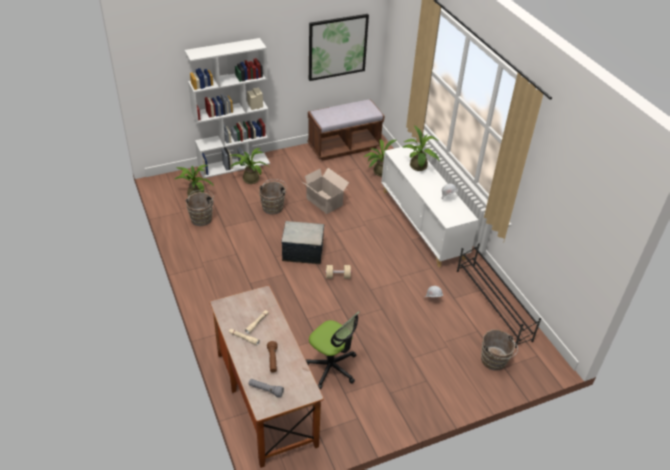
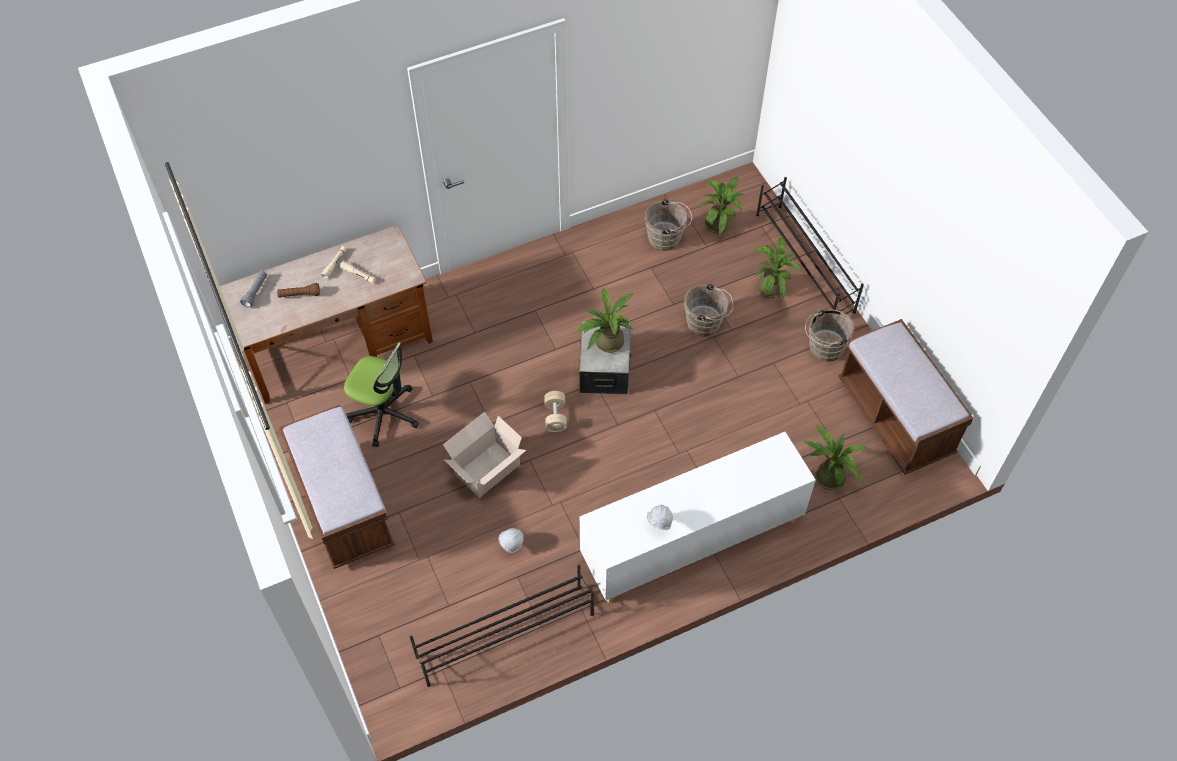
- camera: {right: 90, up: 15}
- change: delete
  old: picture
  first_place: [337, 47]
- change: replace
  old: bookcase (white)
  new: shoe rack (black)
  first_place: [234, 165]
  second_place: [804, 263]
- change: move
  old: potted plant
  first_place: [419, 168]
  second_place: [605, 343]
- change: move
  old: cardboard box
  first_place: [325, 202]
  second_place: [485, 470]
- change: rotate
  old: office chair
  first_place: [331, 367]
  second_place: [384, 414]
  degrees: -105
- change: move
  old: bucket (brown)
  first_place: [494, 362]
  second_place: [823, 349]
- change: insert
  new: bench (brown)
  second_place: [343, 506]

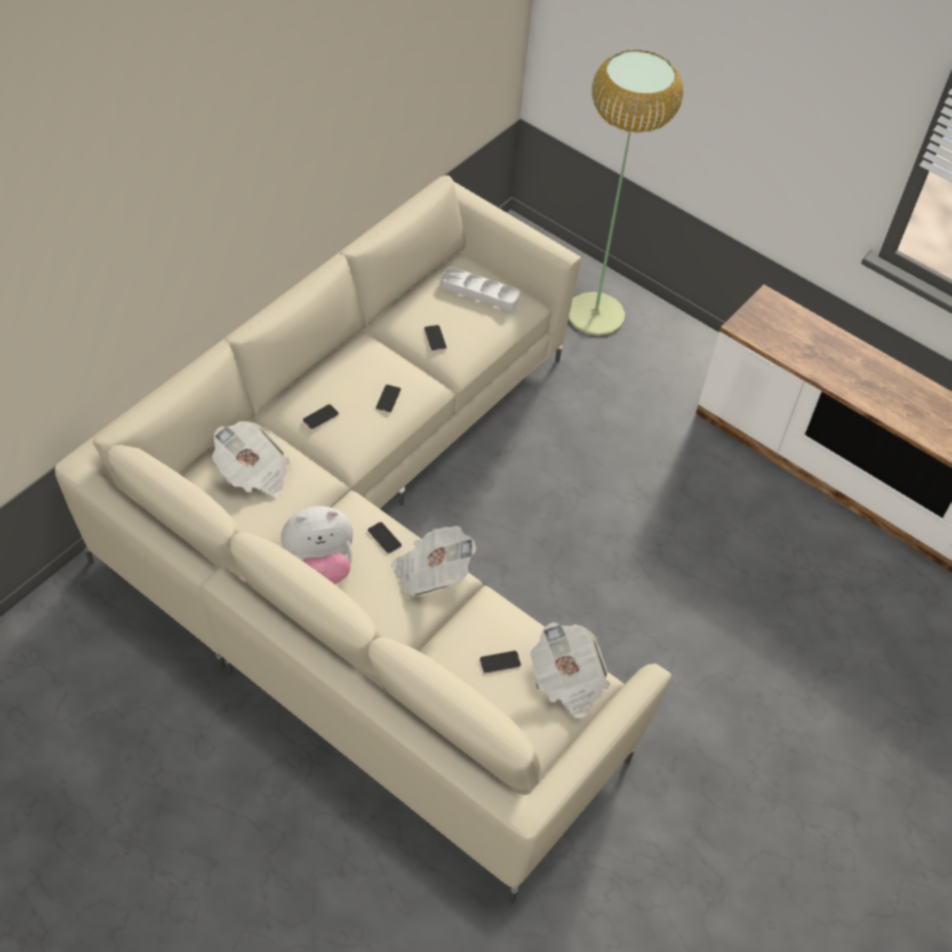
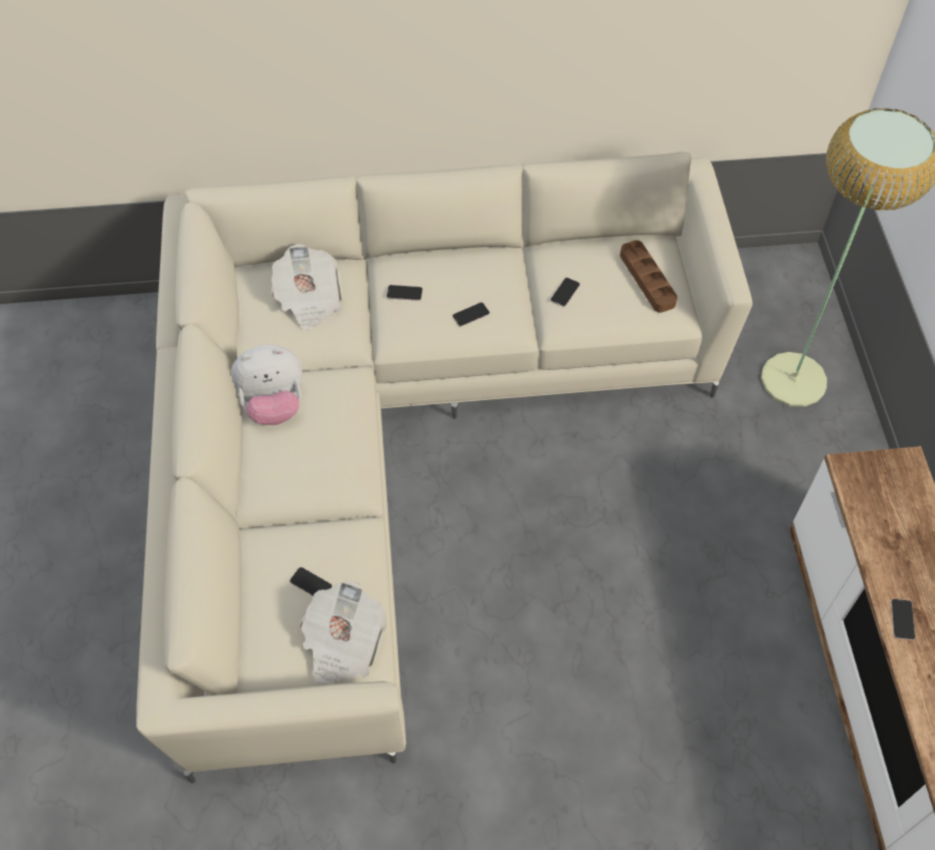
- camera: {right: 50, up: 5}
- change: recolor
  old: tray (white)
  new: tray (brown)
  first_place: [479, 292]
  second_place: [647, 279]
- change: rotate
  old: plush toy
  first_place: [320, 566]
  second_place: [273, 404]
  degrees: -45
- change: move
  old: phone
  first_place: [384, 538]
  second_place: [902, 619]
- change: delete
  old: newspaper
  first_place: [431, 573]

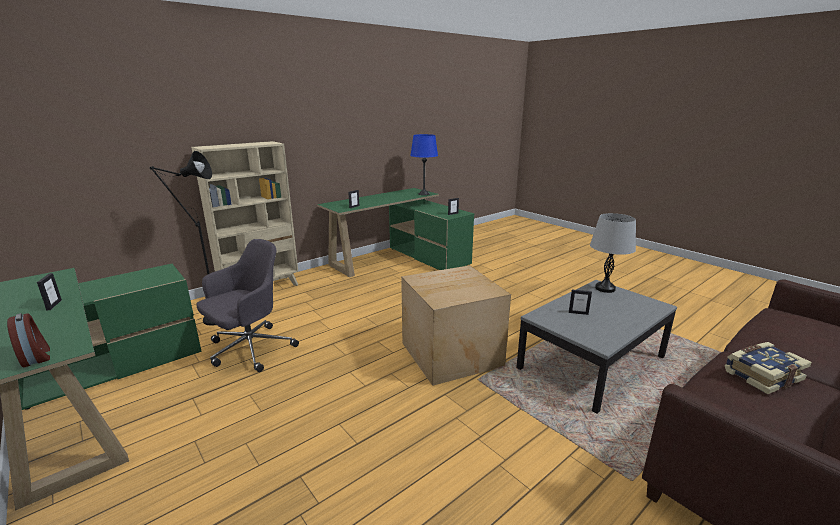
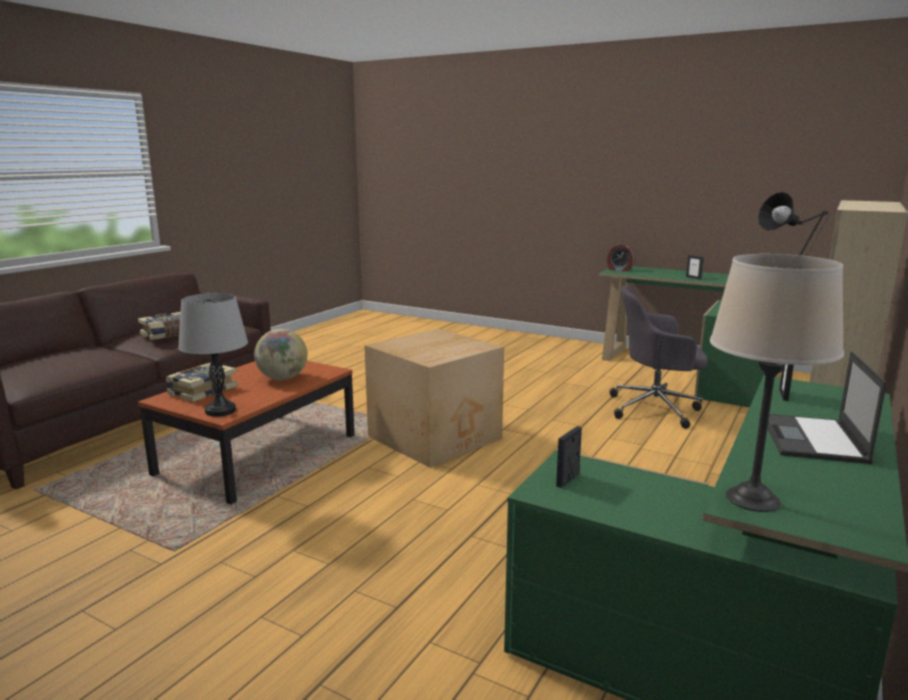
- camera: {right: 160, up: -5}
- change: recolor
  old: table lamp (blue)
  new: table lamp (beige)
  first_place: [424, 194]
  second_place: [752, 499]
- change: rotate
  old: office chair (grey)
  first_place: [249, 349]
  second_place: [656, 408]
  degrees: 75
- change: recolor
  old: coffee table (grey)
  new: coffee table (brown)
  first_place: [592, 363]
  second_place: [258, 454]
- change: replace
  old: picture frame
  new: globe
  first_place: [578, 313]
  second_place: [282, 378]
- change: insert
  new: laptop
  second_place: [813, 439]
- change: insert
  new: book
  second_place: [202, 391]

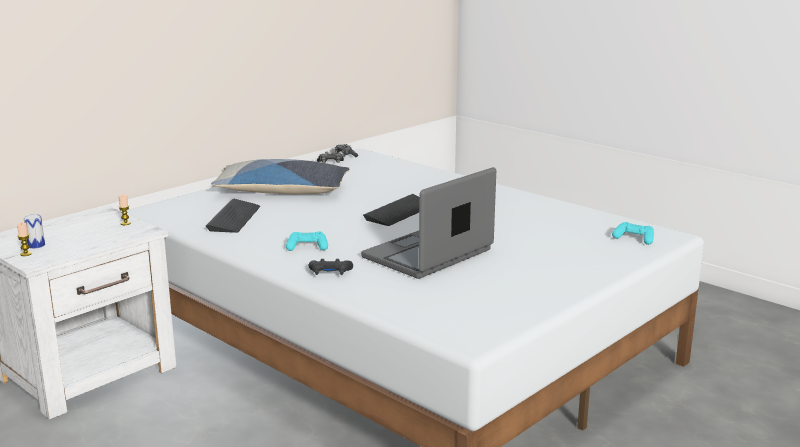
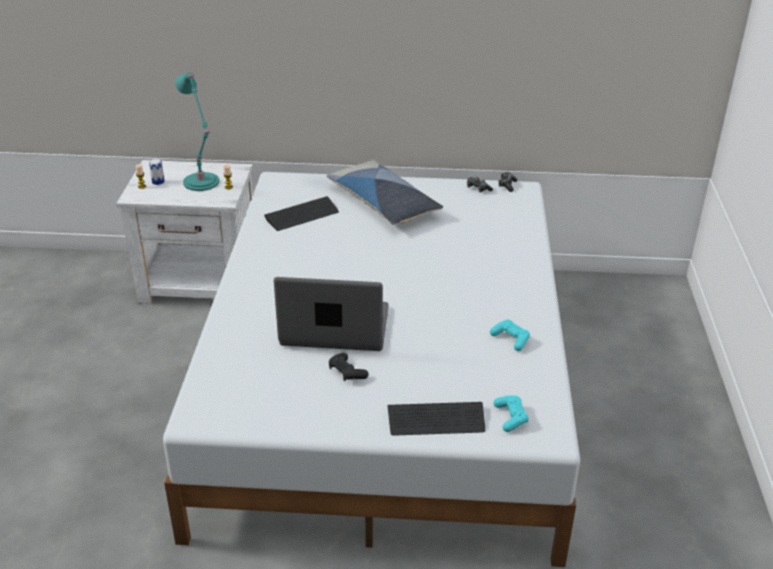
- camera: {right: 50, up: 15}
- change: move
  old: keyboard
  first_place: [399, 212]
  second_place: [436, 420]
- change: move
  old: game controller (turquoise)
  first_place: [307, 247]
  second_place: [510, 339]
- change: move
  old: game controller (black)
  first_place: [330, 273]
  second_place: [347, 372]
- change: insert
  new: table lamp (turquoise)
  second_place: [202, 183]

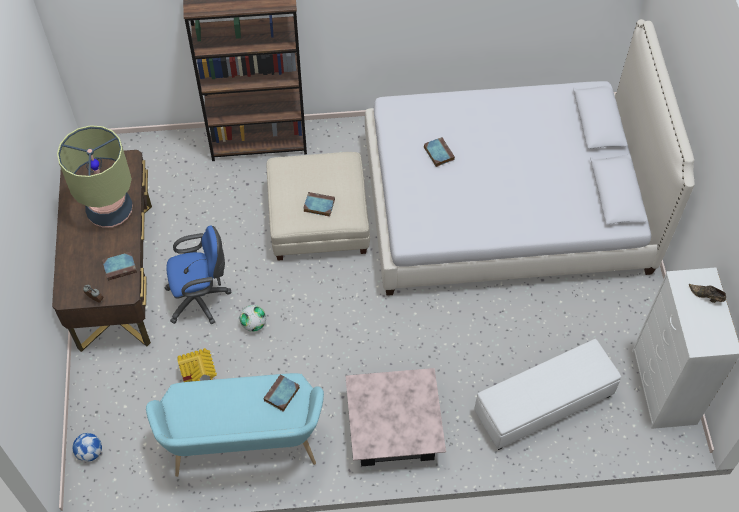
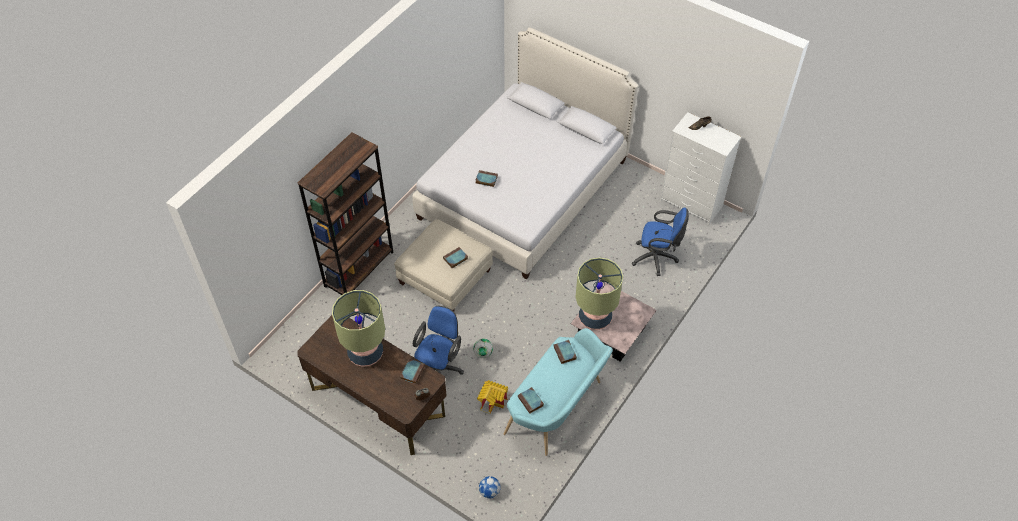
- camera: {right: -50, up: -5}
- change: replace
  old: ottoman (white)
  new: office chair (blue)
  first_place: [544, 405]
  second_place: [657, 258]
- change: insert
  new: table lamp
  second_place: [595, 318]
- change: insert
  new: book
  second_place: [531, 402]

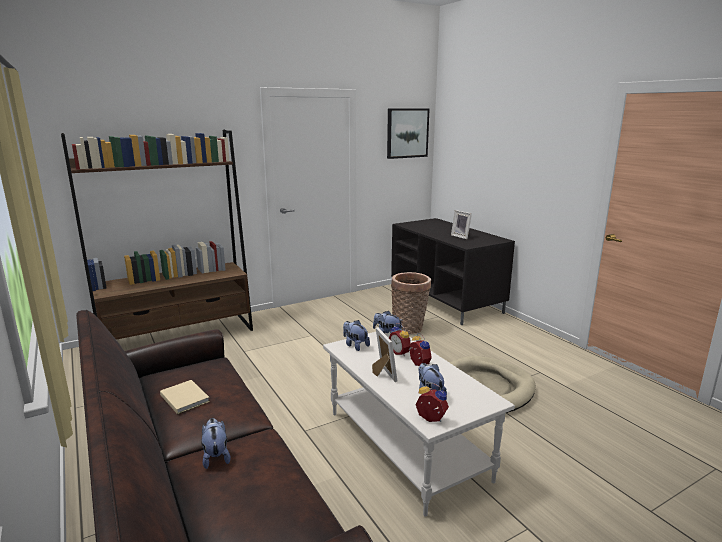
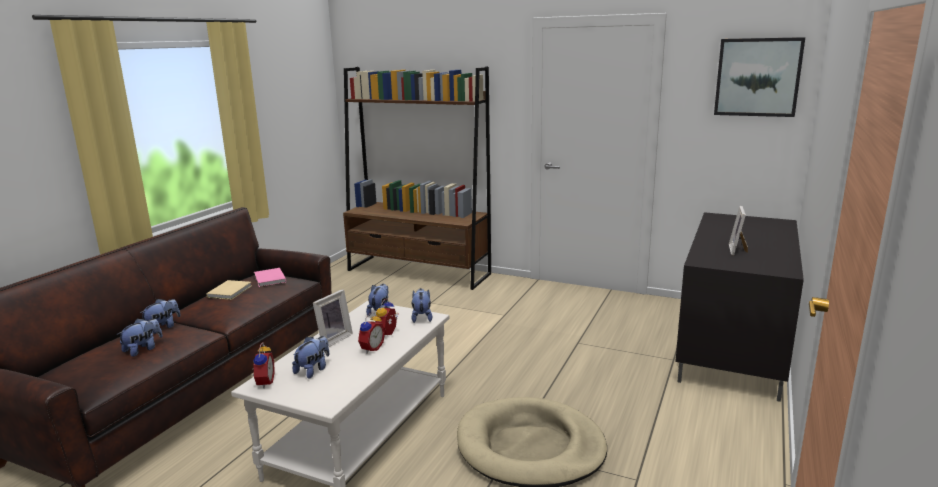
- camera: {right: 55, up: 0}
- change: delete
  old: basket
  first_place: [409, 328]
- change: insert
  new: book (pink)
  second_place: [269, 279]
- change: insert
  new: plush toy
  second_place: [143, 349]

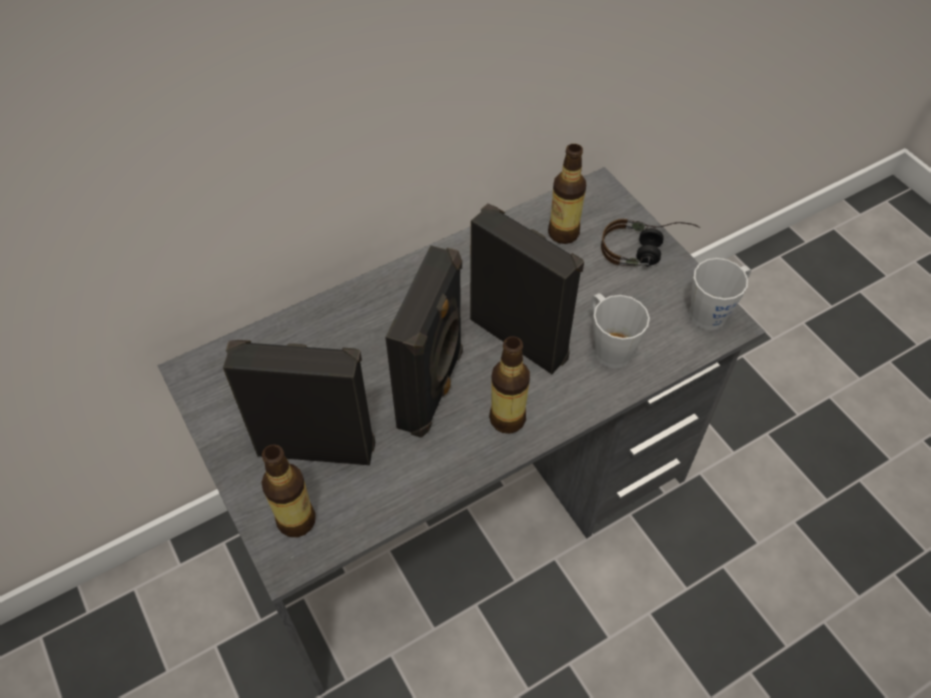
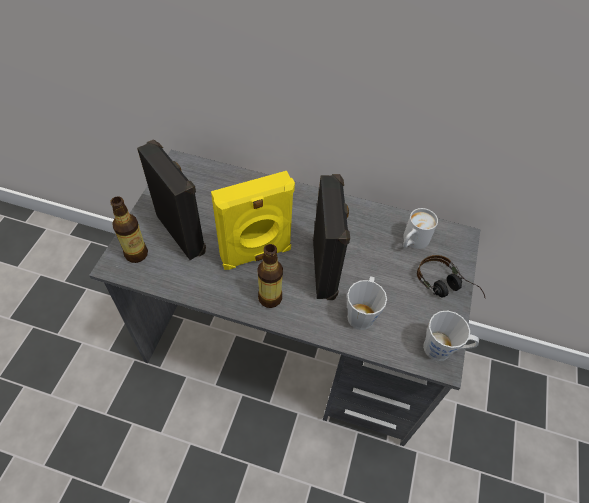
- camera: {right: 45, up: 0}
- change: replace
  old: bottle
  new: mug (white)
  first_place: [563, 233]
  second_place: [412, 241]
- change: recolor
  old: speaker (black)
  new: speaker (yellow)
  first_place: [433, 389]
  second_place: [256, 255]

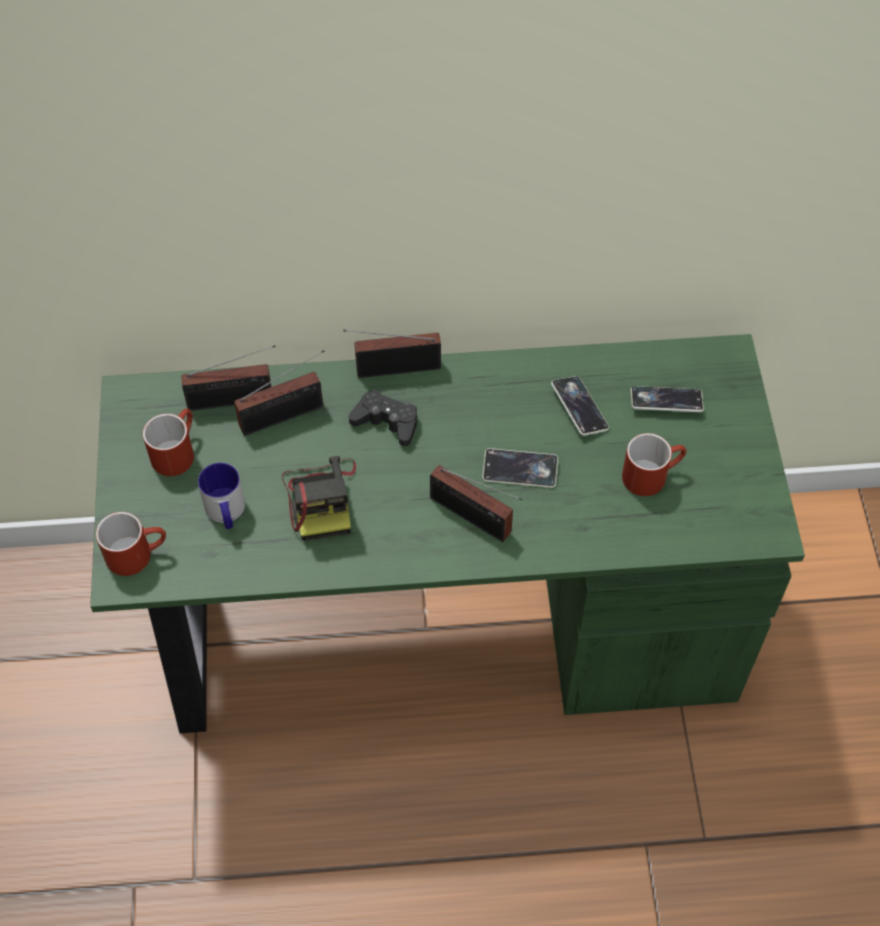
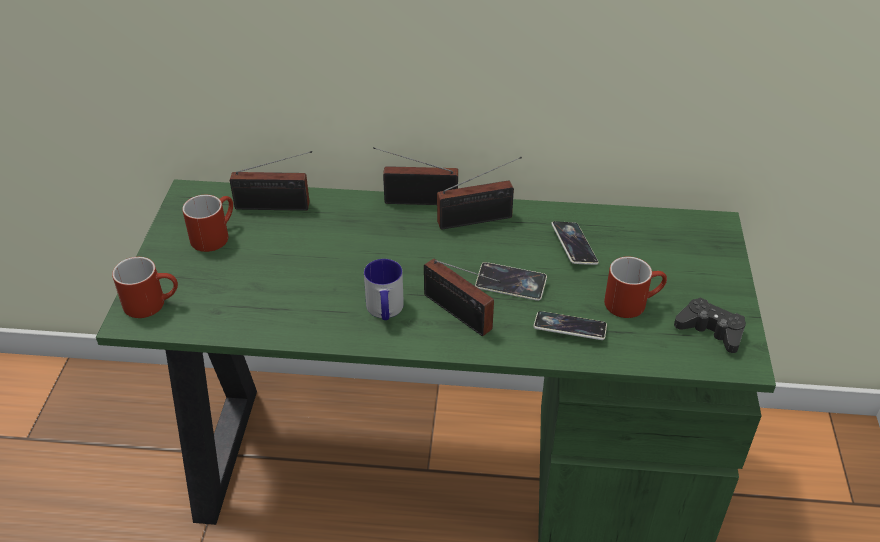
- camera: {right: 10, up: -15}
- change: move
  old: radio
  first_place: [286, 415]
  second_place: [479, 219]
- change: move
  old: phone
  first_place: [666, 402]
  second_place: [569, 329]
- change: move
  old: game controller (black)
  first_place: [386, 422]
  second_place: [710, 330]
- change: delete
  old: photo camera
  first_place: [321, 498]
- change: move
  old: mug
  first_place: [226, 513]
  second_place: [385, 310]

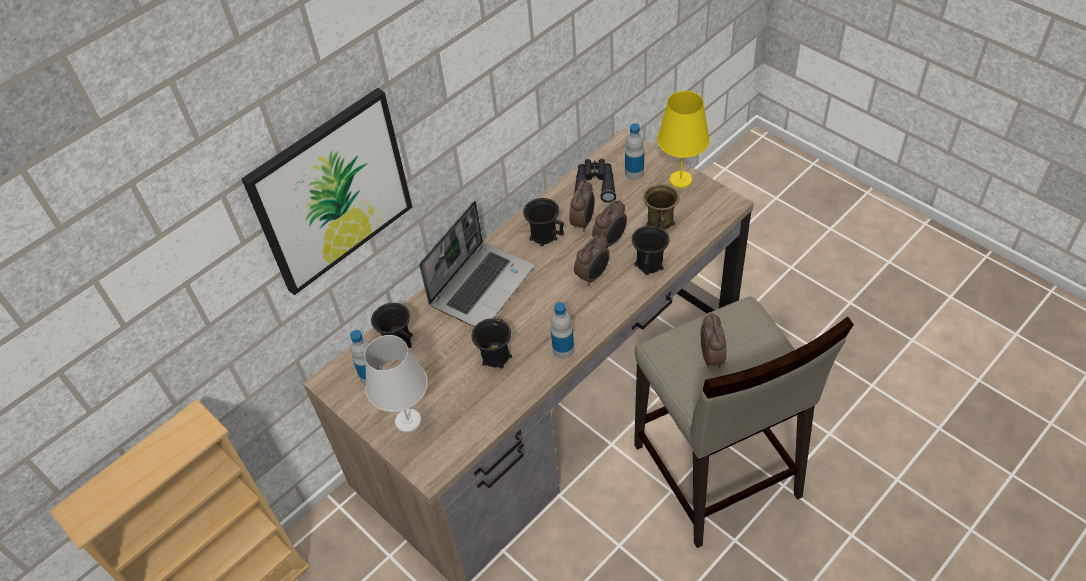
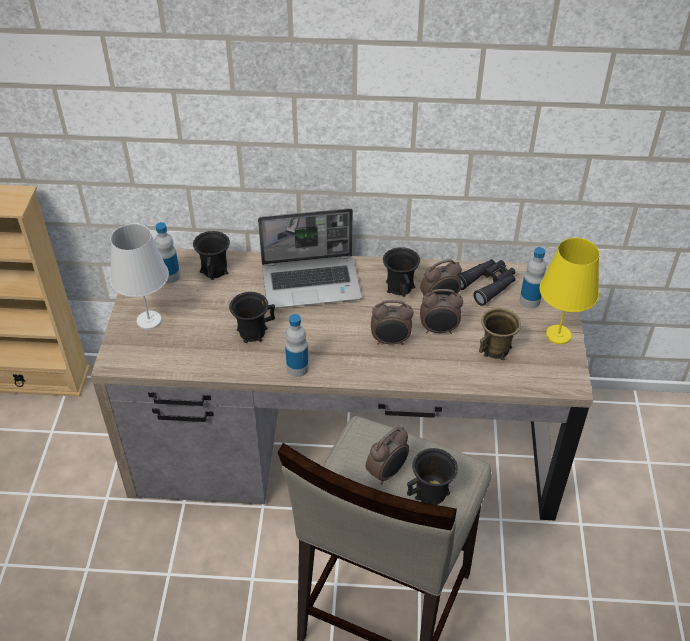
- camera: {right: 45, up: -5}
- change: delete
  old: picture
  first_place: [331, 191]
- change: move
  old: mug (black)
  first_place: [650, 264]
  second_place: [431, 493]

